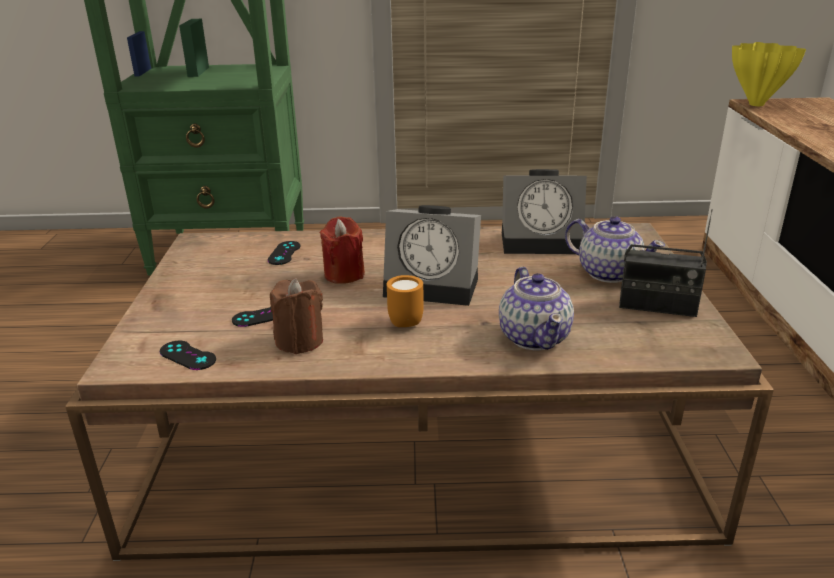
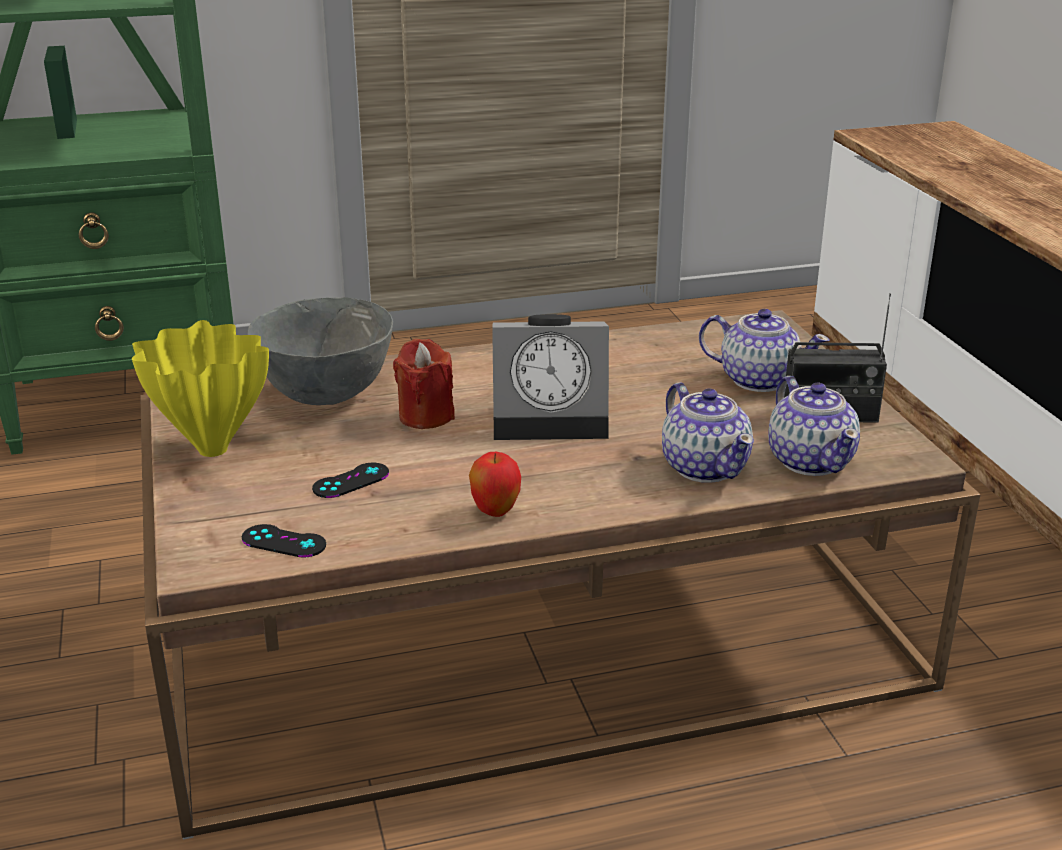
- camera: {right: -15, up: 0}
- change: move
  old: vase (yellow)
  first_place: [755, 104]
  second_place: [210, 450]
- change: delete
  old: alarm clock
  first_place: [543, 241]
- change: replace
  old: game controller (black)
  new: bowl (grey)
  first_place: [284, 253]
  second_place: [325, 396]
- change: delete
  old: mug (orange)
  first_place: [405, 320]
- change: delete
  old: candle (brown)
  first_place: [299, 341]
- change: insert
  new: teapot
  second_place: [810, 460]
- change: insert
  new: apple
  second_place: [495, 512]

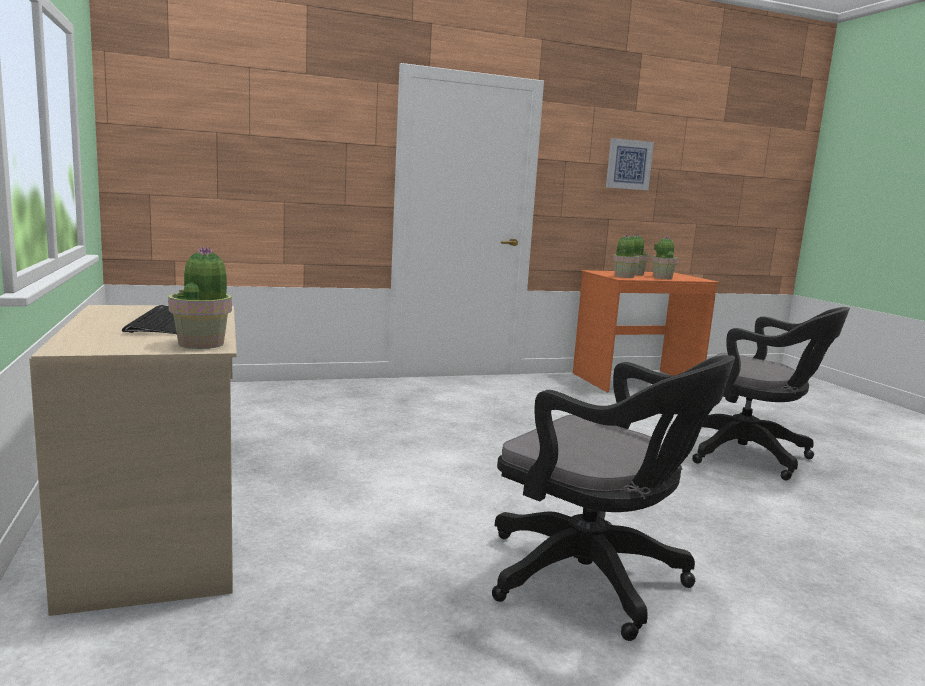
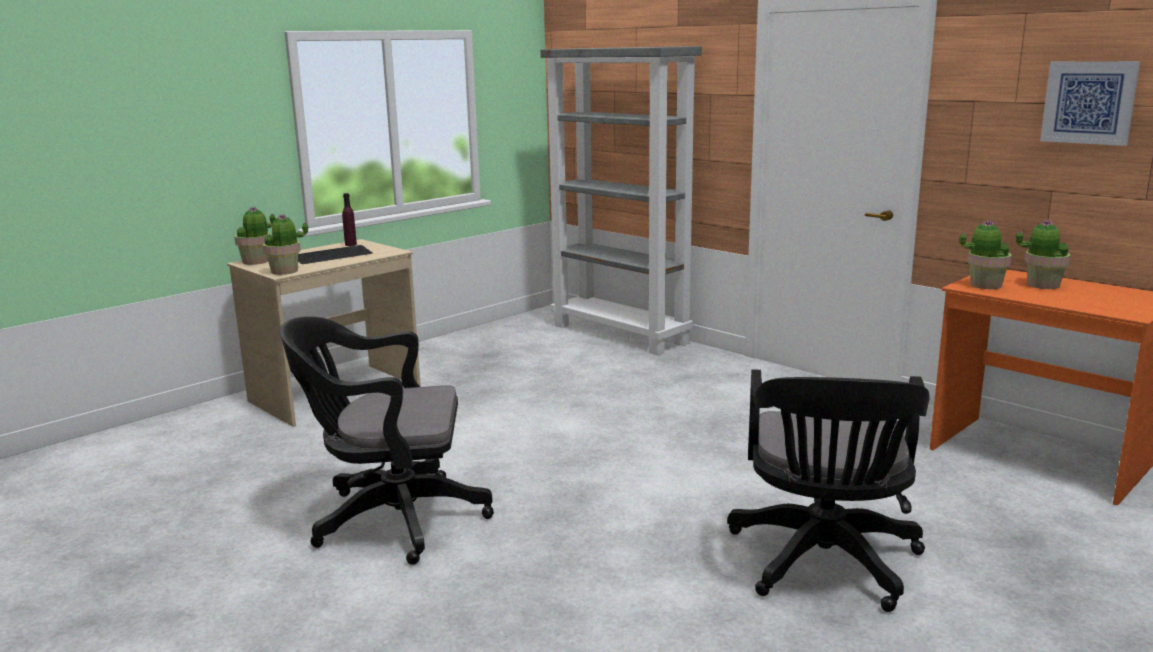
- camera: {right: 65, up: 5}
- change: move
  old: potted plant
  first_place: [662, 277]
  second_place: [256, 261]
- change: rotate
  old: office chair (black)
  first_place: [594, 580]
  second_place: [391, 519]
  degrees: 75
- change: insert
  new: bookcase (grey)
  second_place: [621, 334]
- change: insert
  new: bottle (purple)
  second_place: [350, 244]

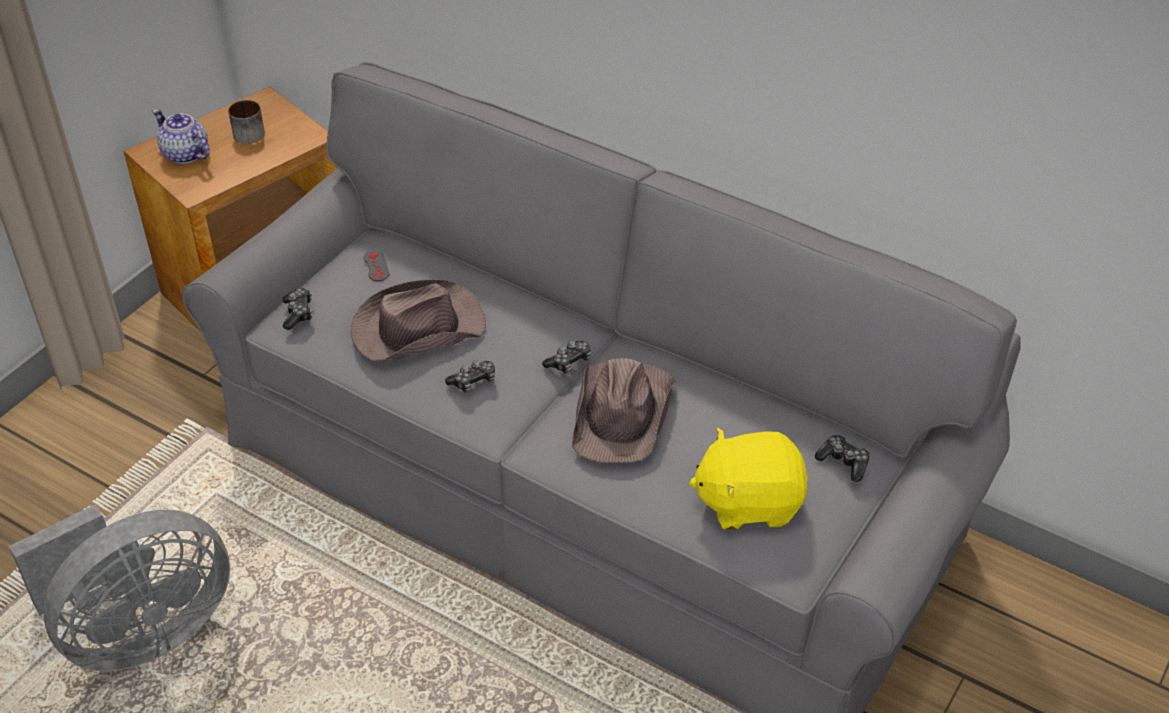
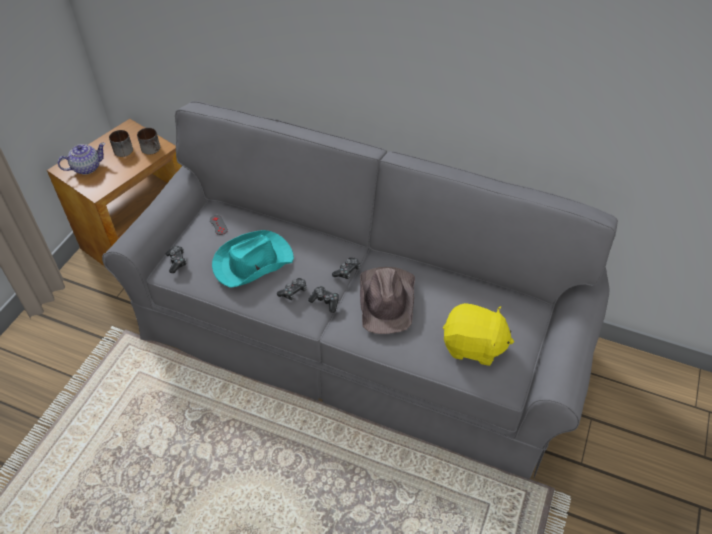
- camera: {right: -10, up: 5}
- change: rotate
  old: teapot
  first_place: [185, 154]
  second_place: [86, 168]
  degrees: 120
- change: recolor
  old: hat (brown)
  new: hat (turquoise)
  first_place: [416, 328]
  second_place: [252, 262]
- change: rotate
  old: plush toy (yellow)
  first_place: [748, 502]
  second_place: [473, 346]
  degrees: -150
- change: move
  old: game controller
  first_place: [844, 462]
  second_place: [325, 301]
- change: delete
  old: fan (grey)
  first_place: [141, 633]
- change: insert
  new: mug
  second_place: [153, 149]

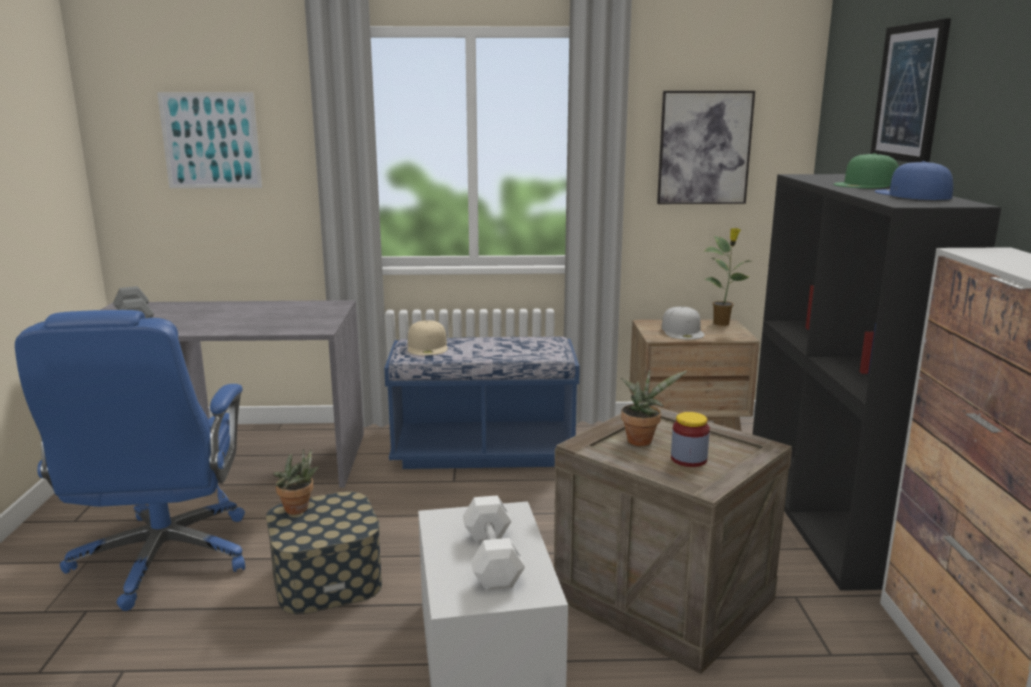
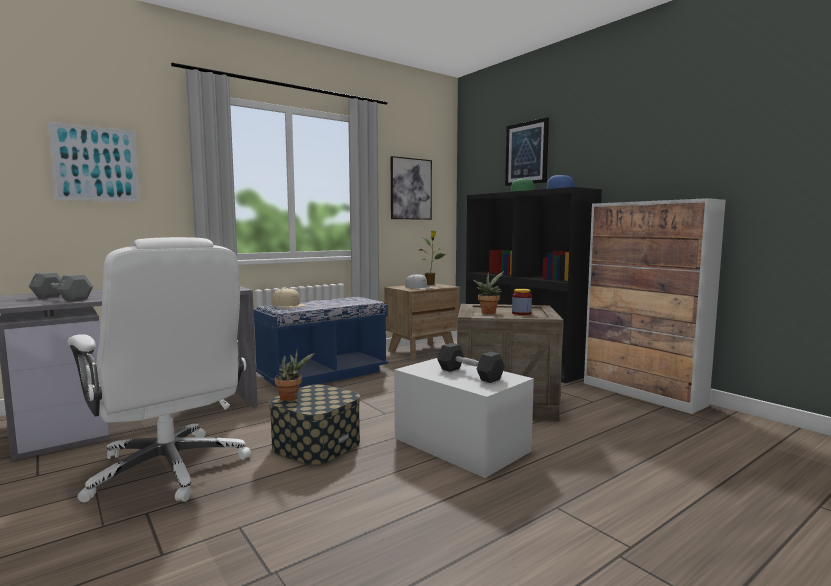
- camera: {right: -35, up: -10}
- change: recolor
  old: office chair (blue)
  new: office chair (white)
  first_place: [163, 559]
  second_place: [169, 470]
- change: recolor
  old: dumbbell (white)
  new: dumbbell (black)
  first_place: [492, 559]
  second_place: [469, 374]

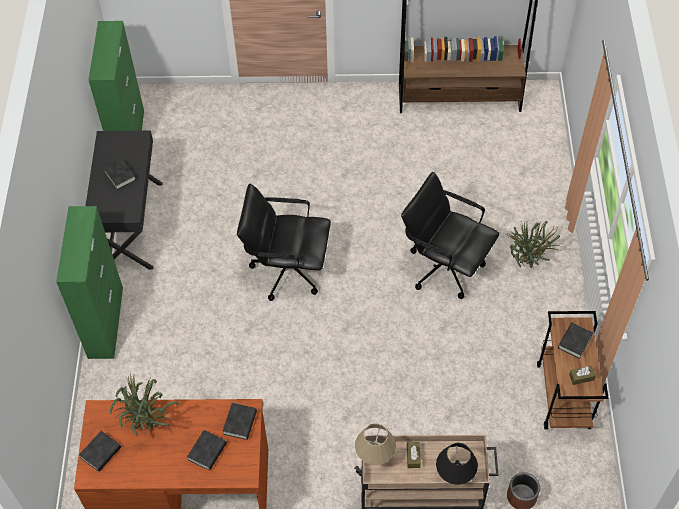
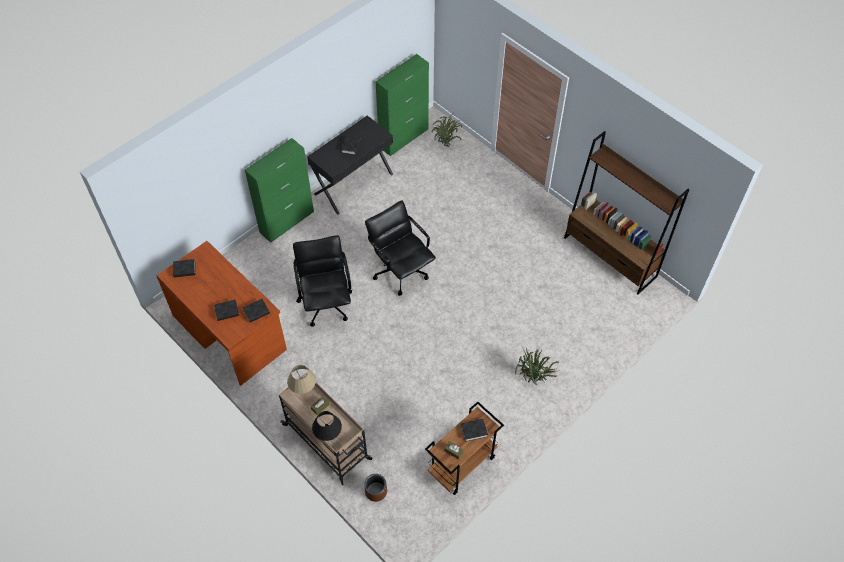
- camera: {right: 45, up: 0}
- change: move
  old: office chair (black)
  first_place: [444, 266]
  second_place: [326, 303]
- change: move
  old: potted plant
  first_place: [147, 425]
  second_place: [445, 145]

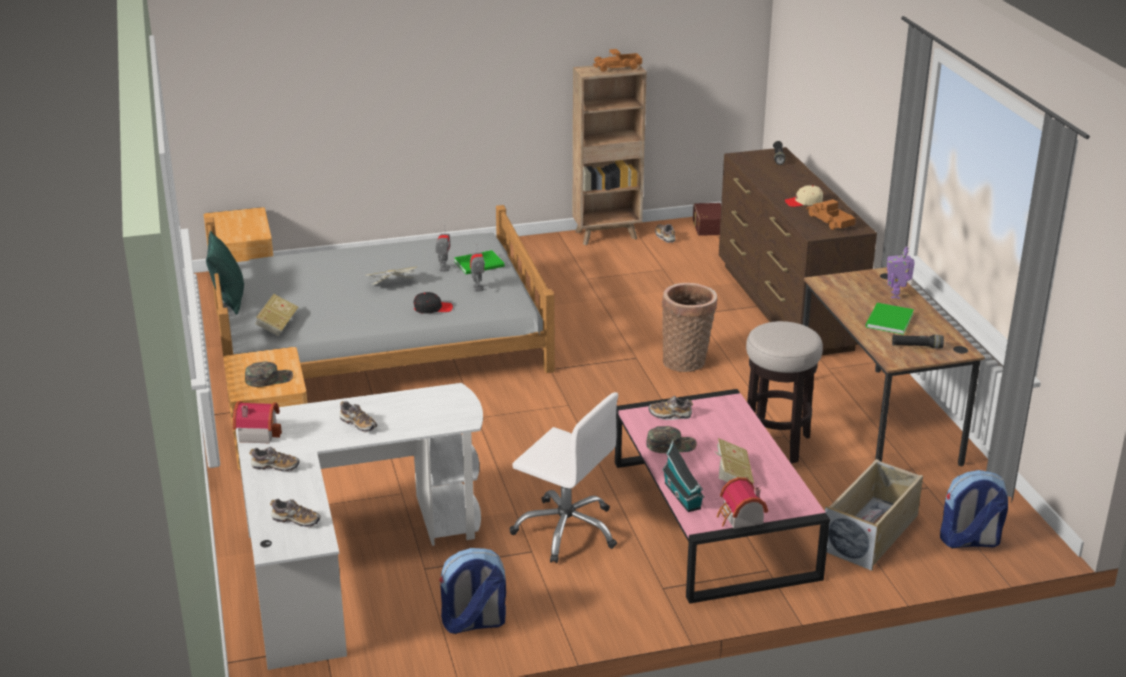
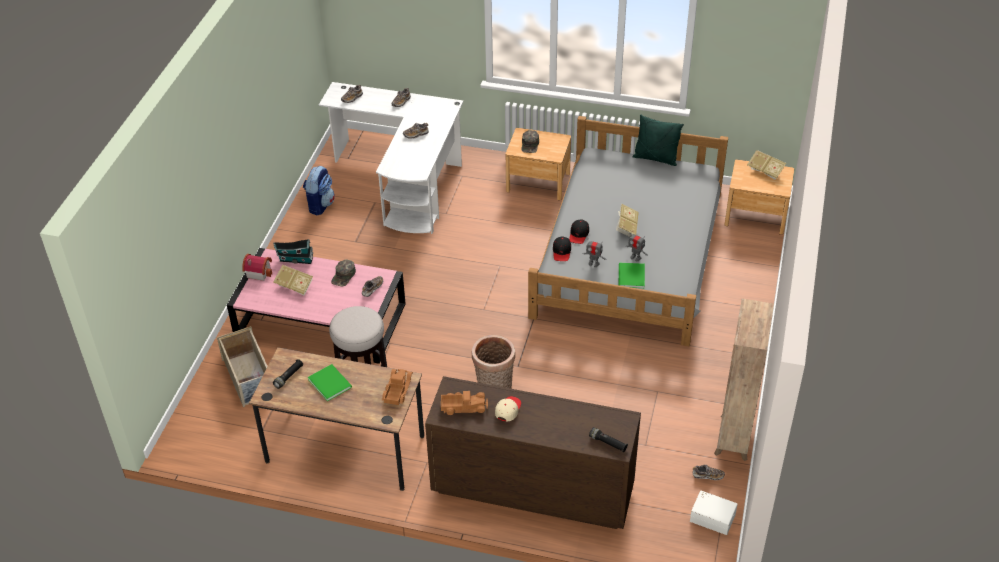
- camera: {right: 120, up: 15}
- change: move
  old: toy truck
  first_place: [618, 67]
  second_place: [397, 390]
- change: recolor
  old: storage box (brown)
  new: storage box (white)
  first_place: [707, 227]
  second_place: [712, 517]
- change: delete
  old: toy robot
  first_place: [896, 295]
- change: move
  old: book
  first_place: [277, 325]
  second_place: [765, 171]
- change: delete
  old: office chair (white)
  first_place: [566, 530]
- change: delete
  old: toy house
  first_place: [257, 433]
- change: delete
  old: backpack
  first_place: [969, 541]
- change: insert
  new: cap (black)
  second_place: [561, 252]

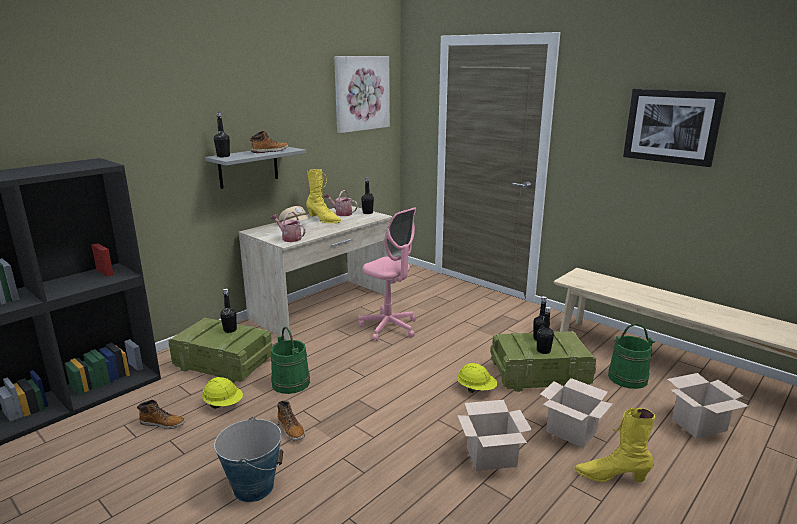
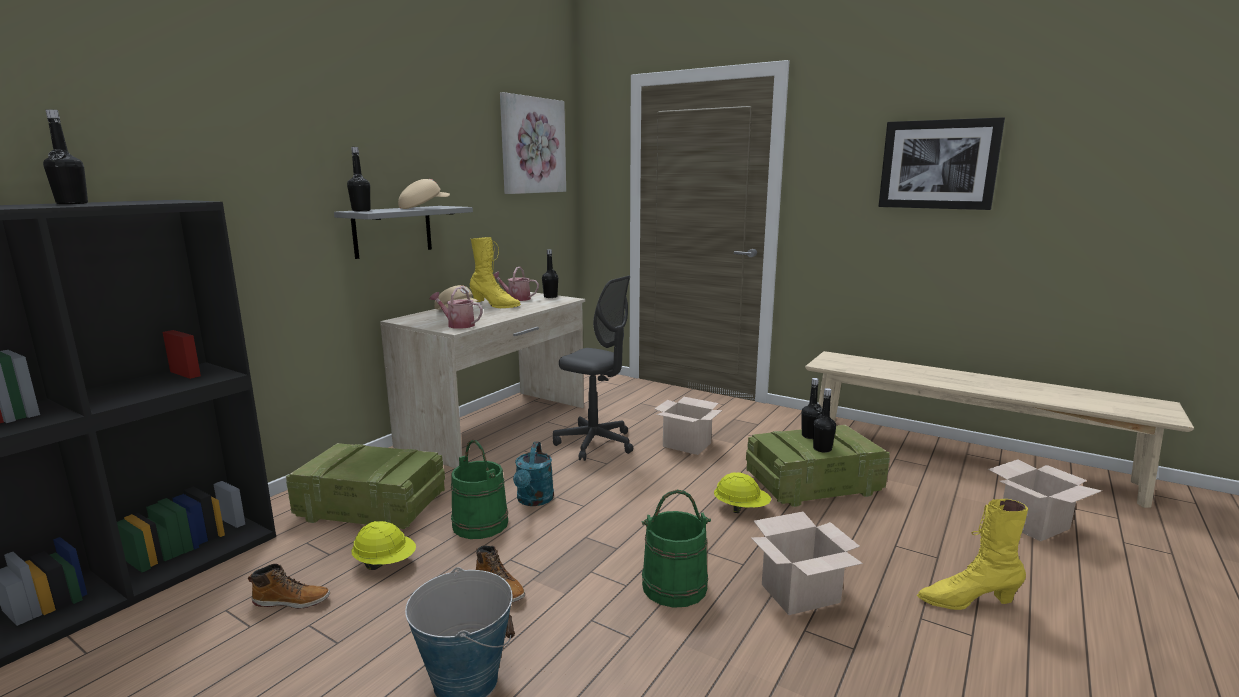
- camera: {right: -10, up: -5}
- change: replace
  old: boot
  new: cap (beige)
  first_place: [269, 151]
  second_place: [423, 208]
- change: recolor
  old: office chair (pink)
  new: office chair (grey)
  first_place: [389, 327]
  second_place: [595, 443]
- change: move
  old: bottle (black)
  first_place: [230, 330]
  second_place: [72, 203]
- change: move
  old: bucket (green)
  first_place: [627, 378]
  second_place: [674, 586]
- change: move
  old: cardboard box
  first_place: [572, 431]
  second_place: [688, 445]
- change: insert
  new: watering can (turquoise)
  second_place: [534, 500]

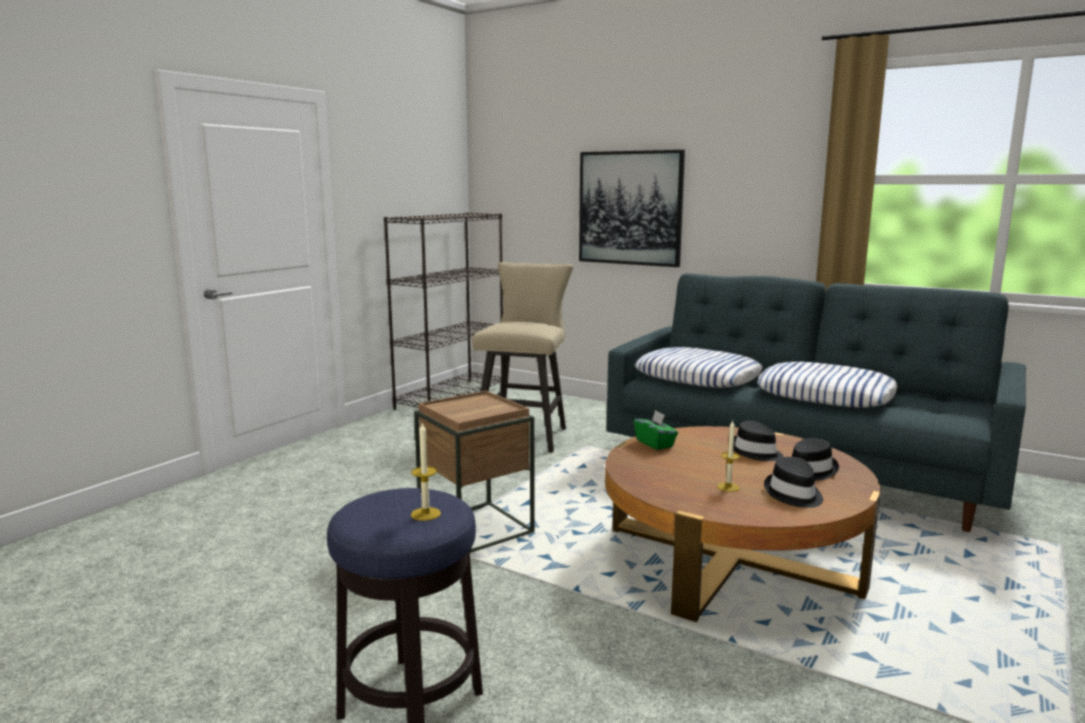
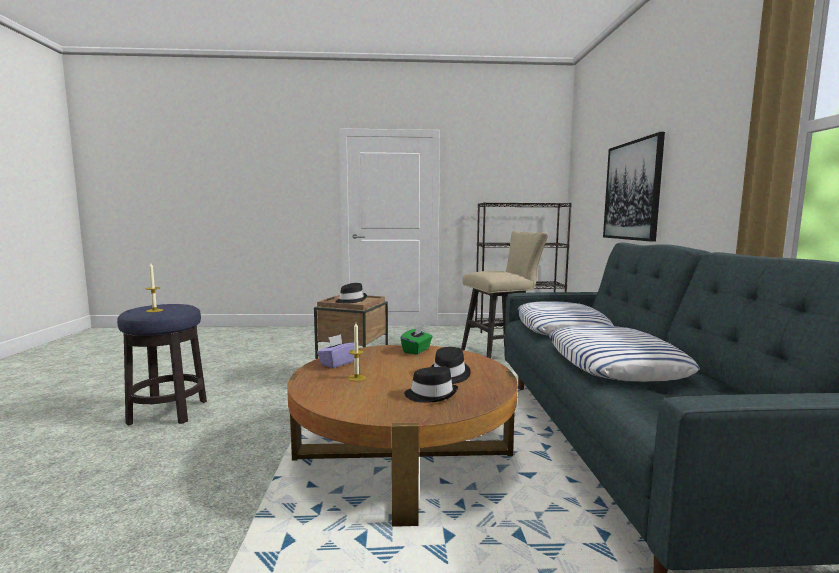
- camera: {right: 55, up: -5}
- change: move
  old: hat (black)
  first_place: [793, 494]
  second_place: [350, 300]
- change: insert
  new: tissue box (purple)
  second_place: [337, 363]

